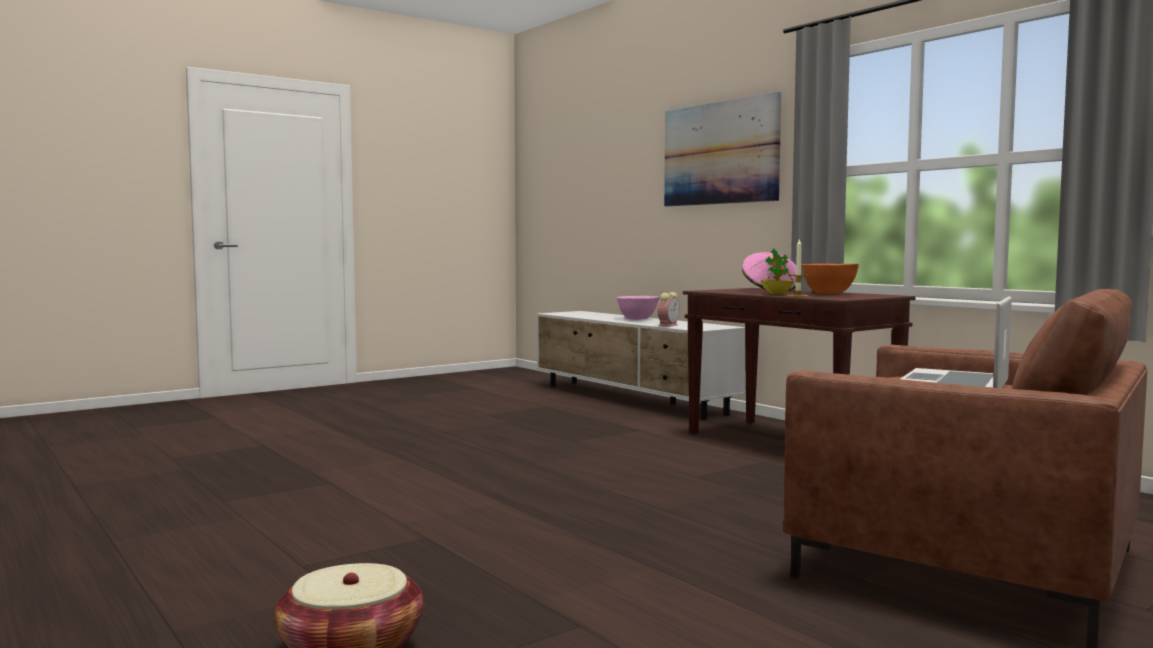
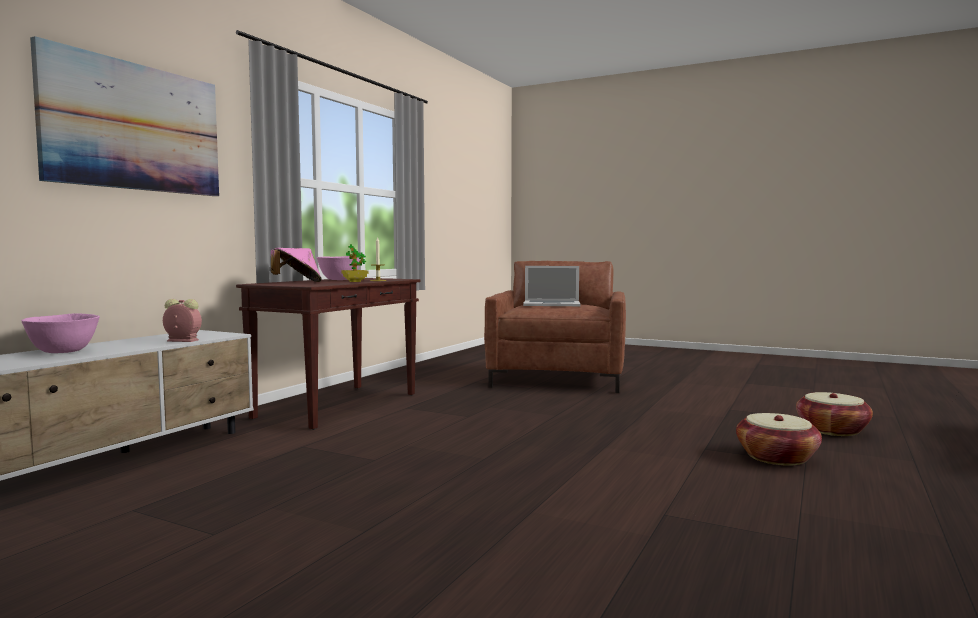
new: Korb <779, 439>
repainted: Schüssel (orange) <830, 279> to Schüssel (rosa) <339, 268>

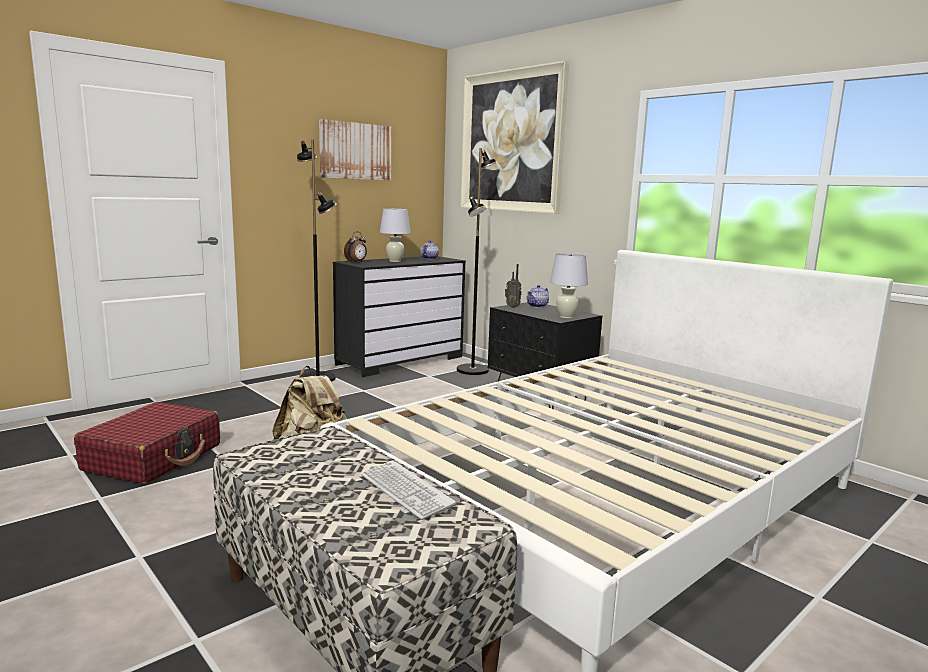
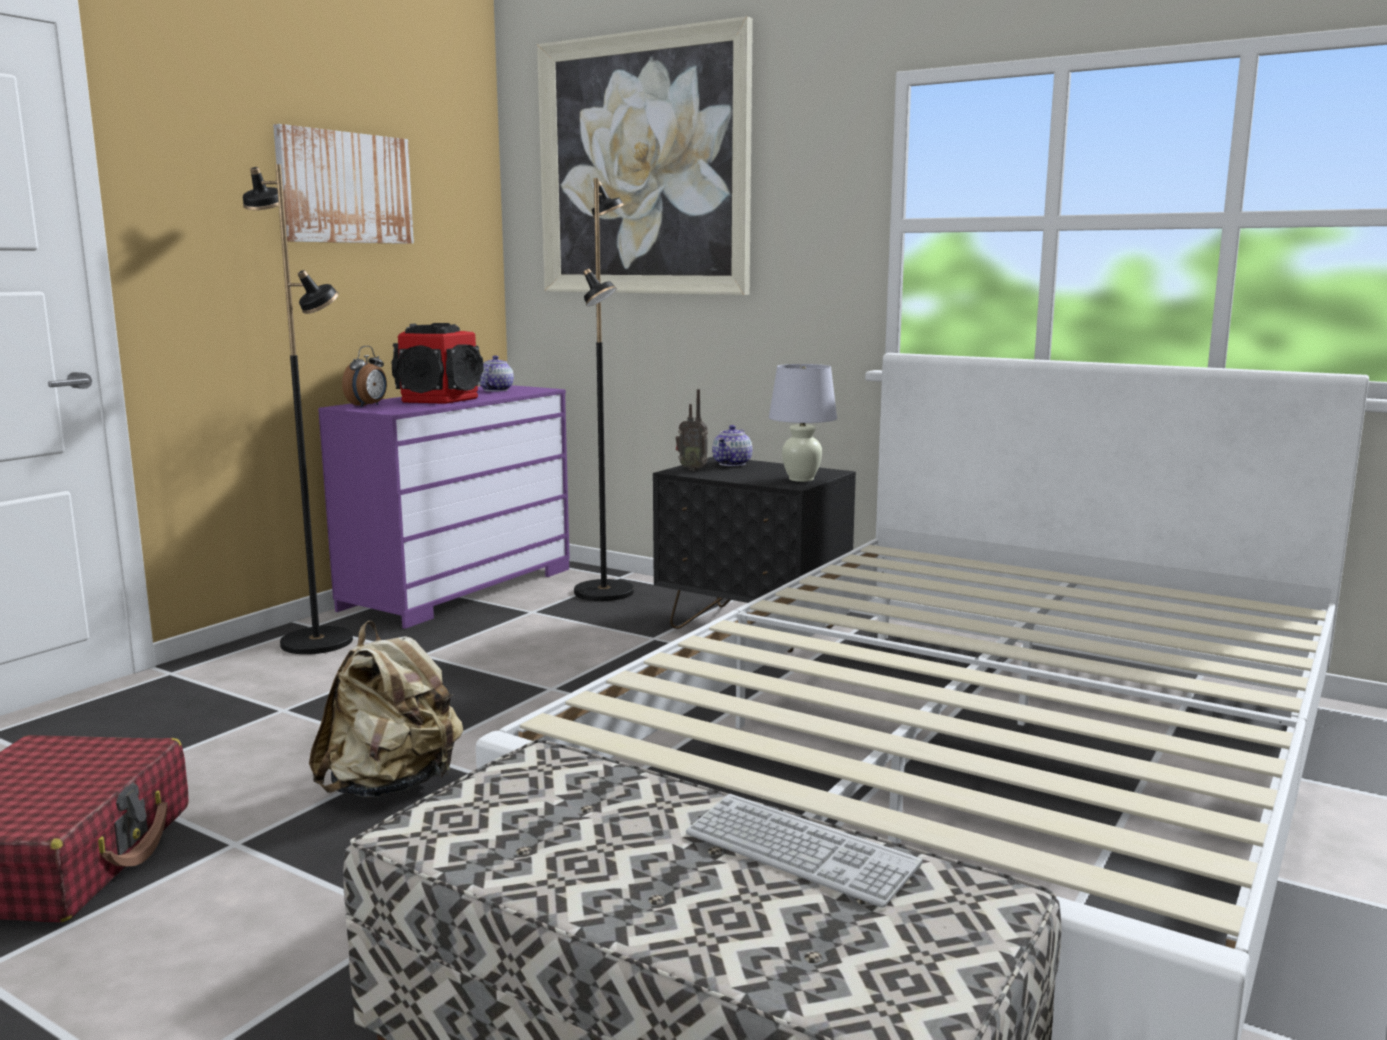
swapped: Tischlampe (weiß) <395, 235> to Lautsprecher <438, 363>
repainted: Kommode (schwarz) <399, 316> to Kommode (lila) <444, 507>

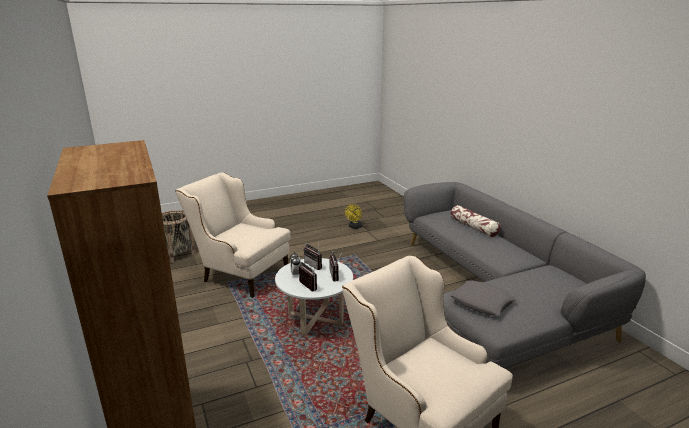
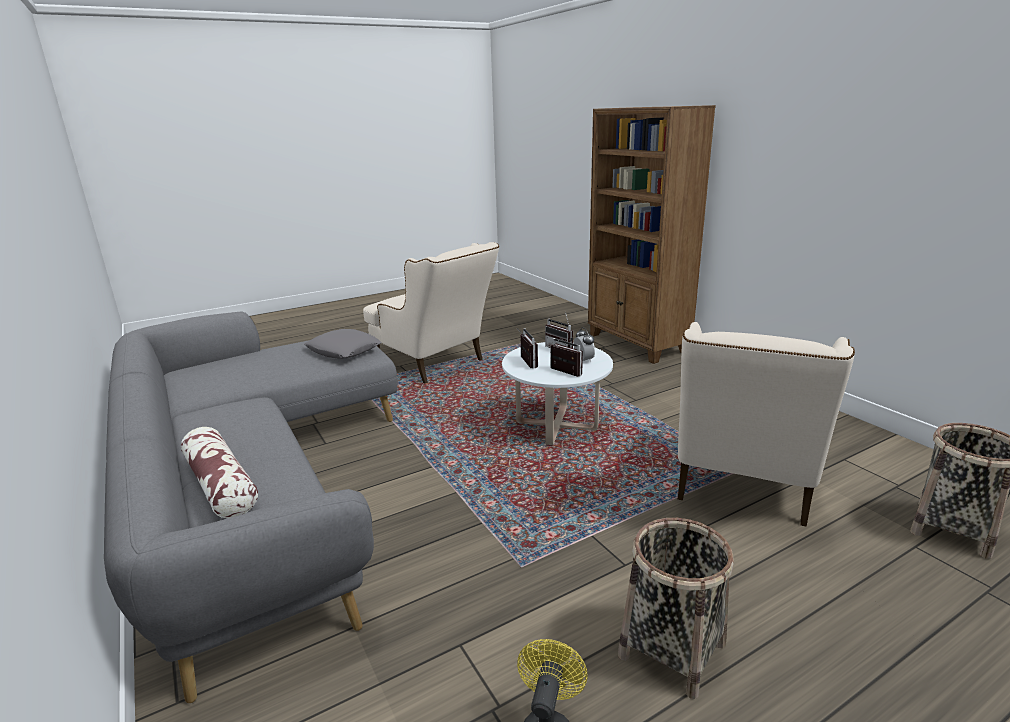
new: Korb <676, 608>
rotated: Sessel (beige) <233, 235> = <766, 424> 90 degrees clockwise

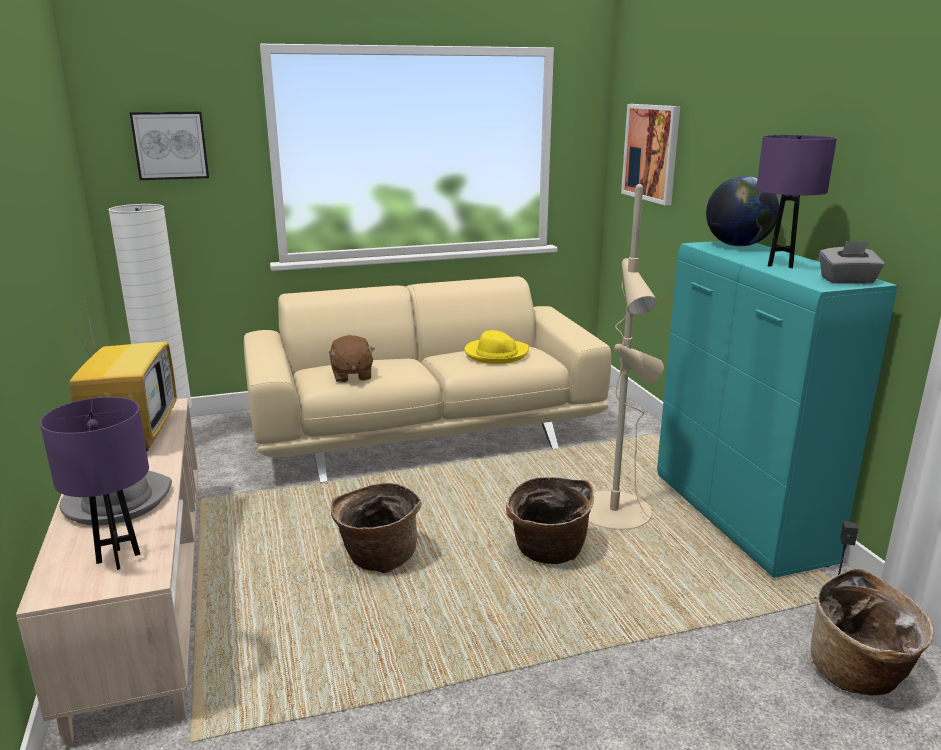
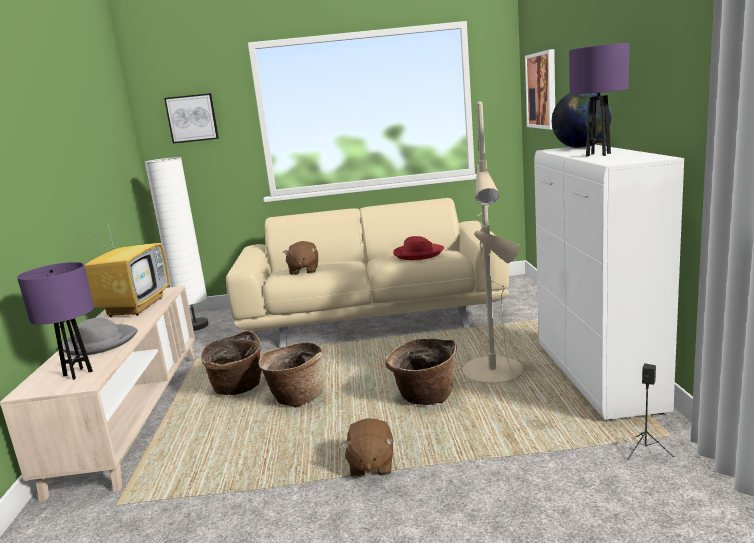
gone: Taschentuchbox (grau) <852, 262>
new: Plüschtier (braun) <367, 448>
shifted: Korb <872, 632> to <231, 362>
repainted: Schrank (türkis) <777, 409> to Schrank (weiß) <609, 282>; Hut (gelb) <496, 347> to Hut (rot) <418, 248>

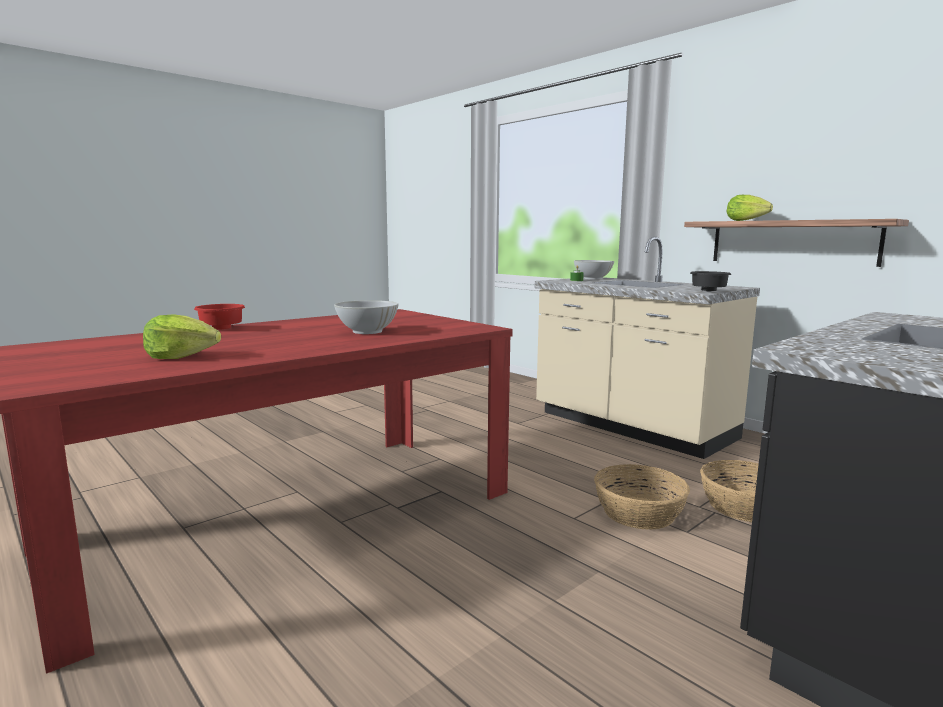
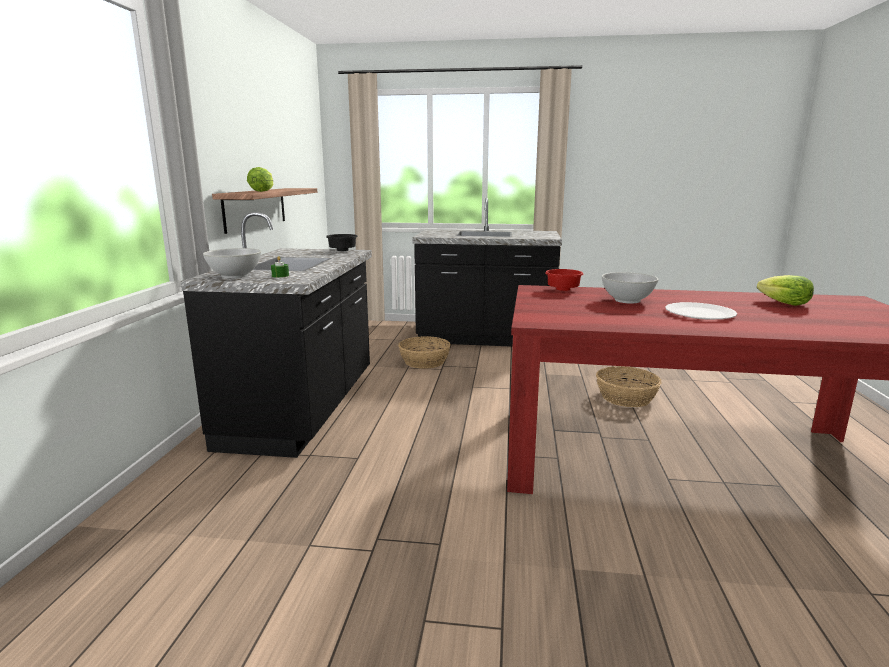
new: Teller (weiß) <701, 311>
shifted: Schüssel (rot) <219, 316> to <564, 280>; Korb <642, 497> to <628, 386>
repainted: Küchenzeile (beige) <647, 348> to Küchenzeile (schwarz) <276, 335>

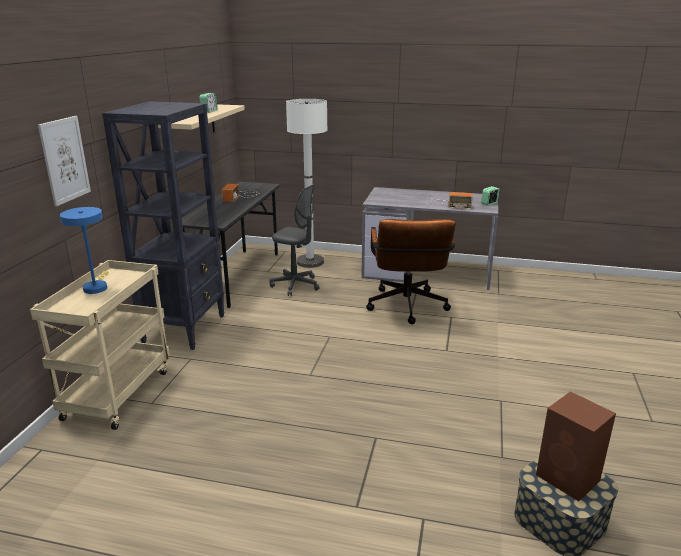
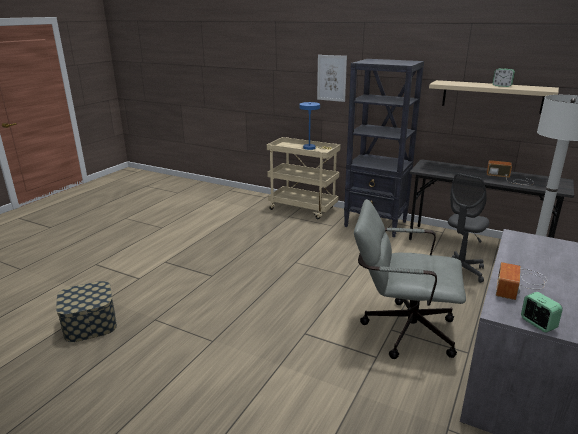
gone: Lautsprecher (braun) <576, 446>
repainted: Bürostuhl (braun) <411, 271> to Bürostuhl (grau) <410, 279>

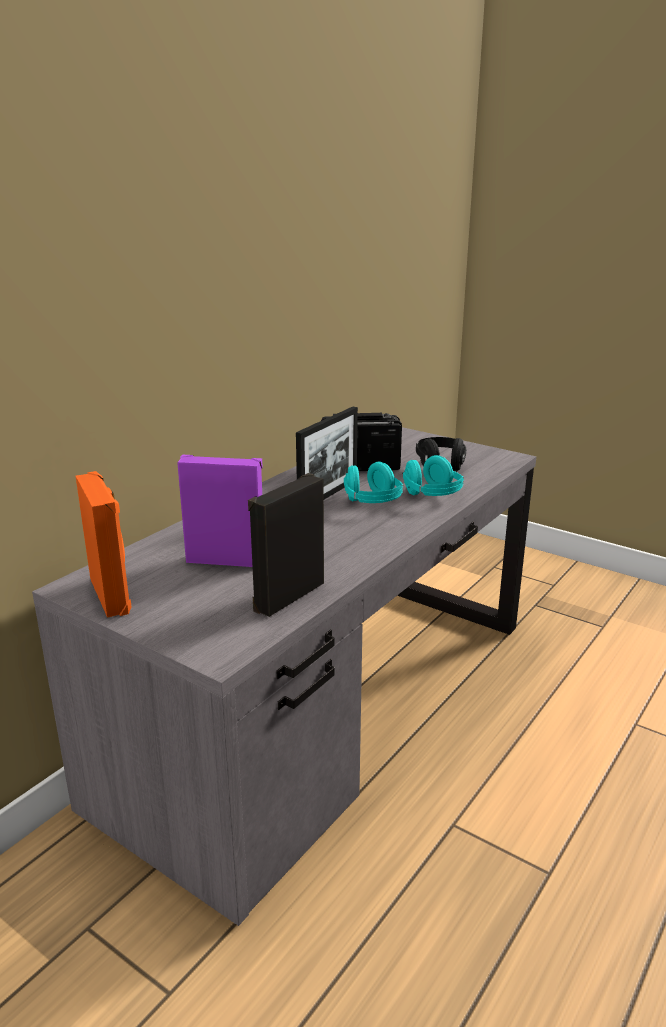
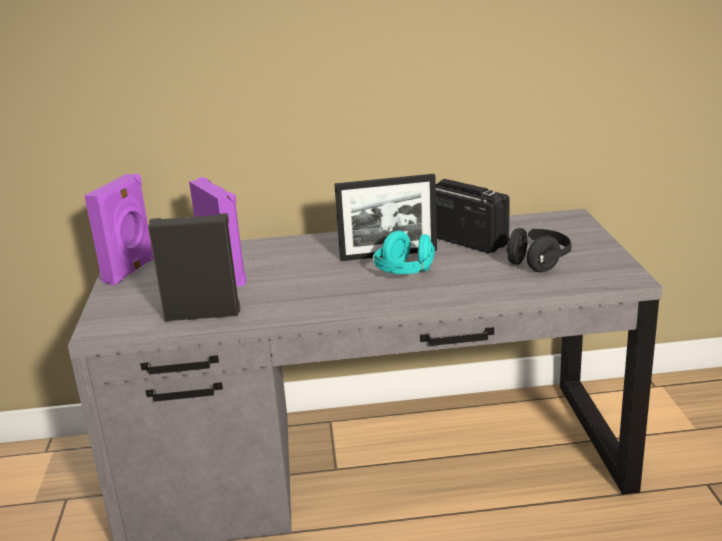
gone: Kopfhörer (türkis) <433, 475>
repainted: Lautsprecher (orange) <104, 544> to Lautsprecher (lila) <119, 229>

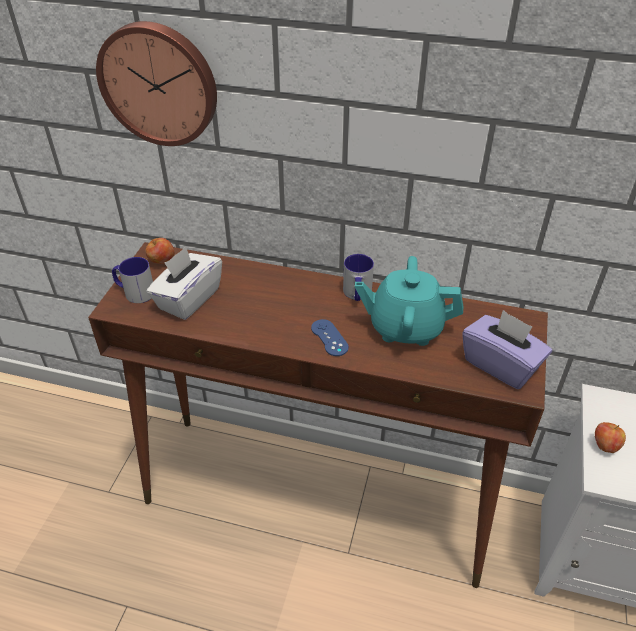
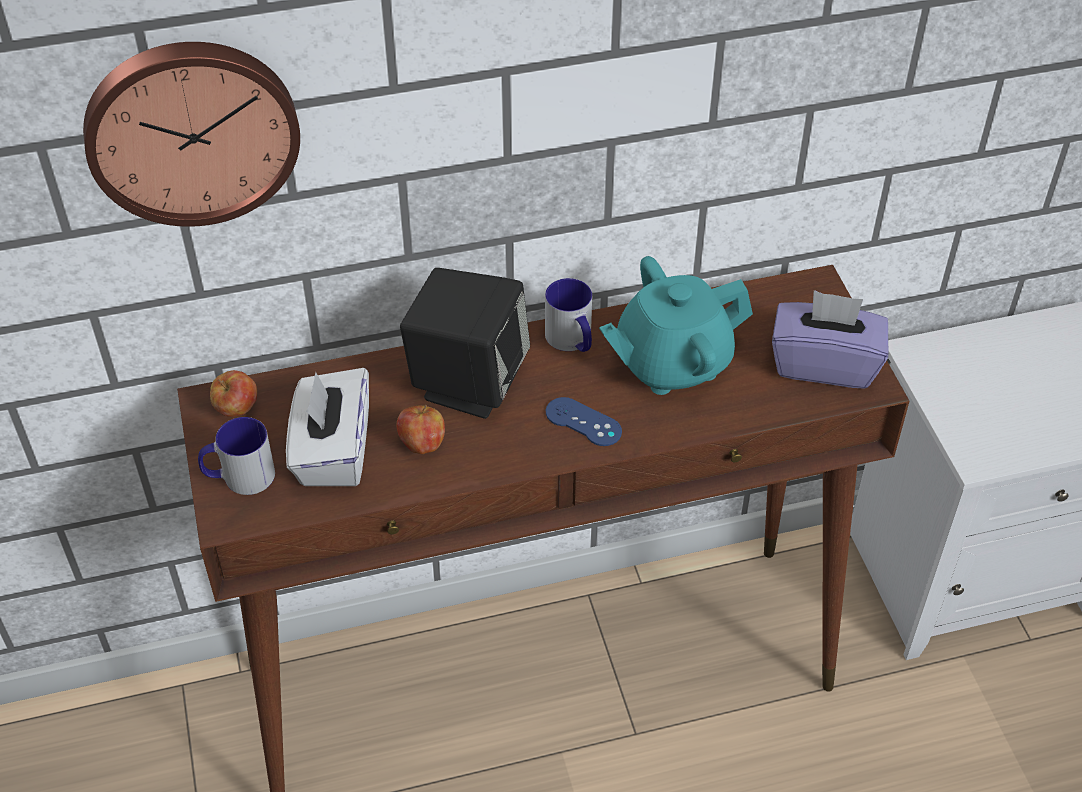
new: Lautsprecher (schwarz) <465, 343>
shifted: Apfel <610, 437> to <420, 429>

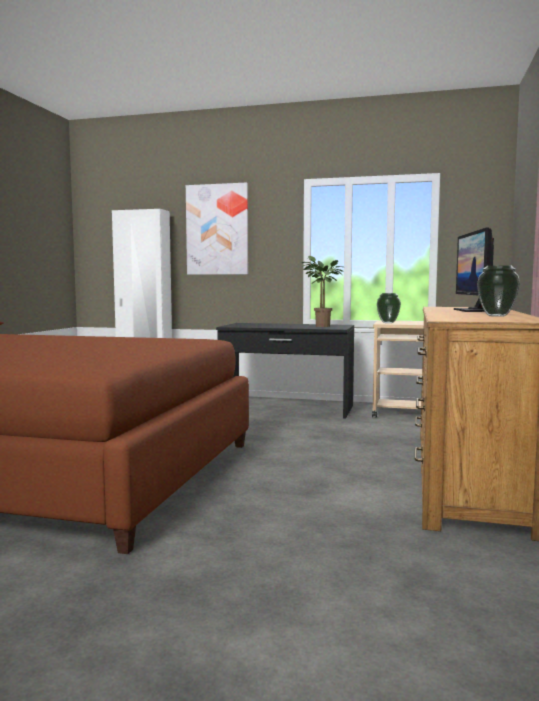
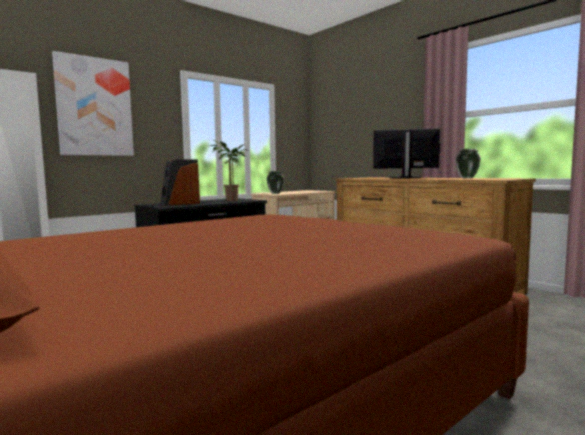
new: Lautsprecher <180, 183>
rotated: Monitor <474, 270> = <406, 153> 150 degrees clockwise

